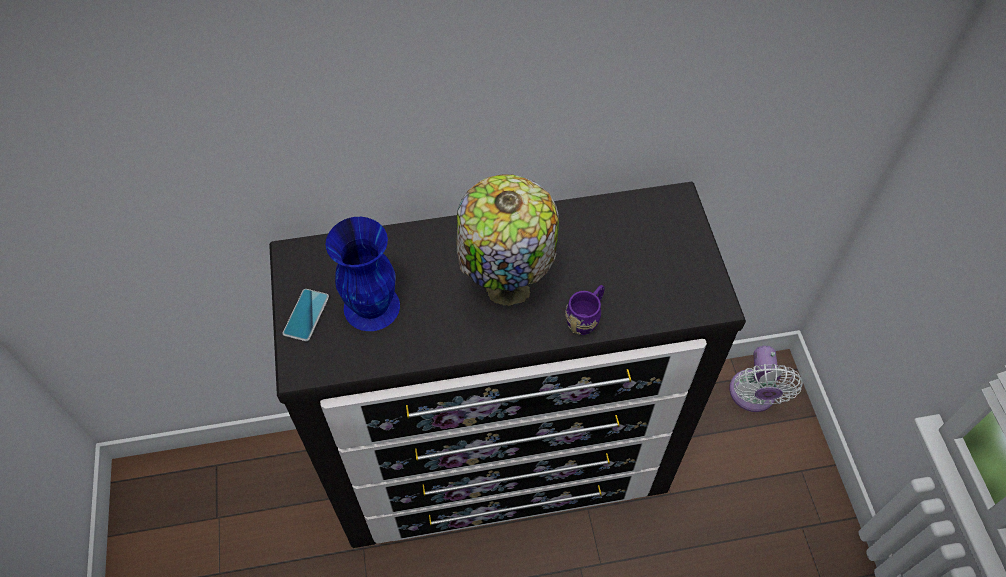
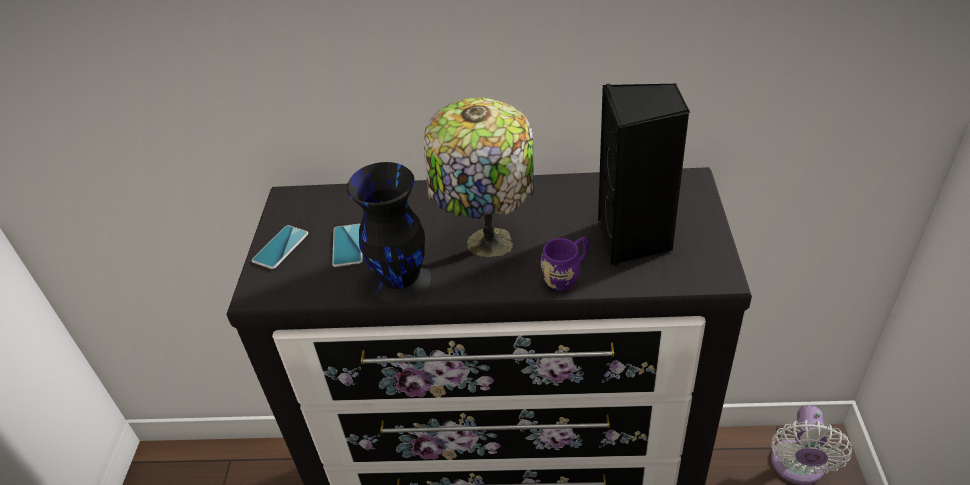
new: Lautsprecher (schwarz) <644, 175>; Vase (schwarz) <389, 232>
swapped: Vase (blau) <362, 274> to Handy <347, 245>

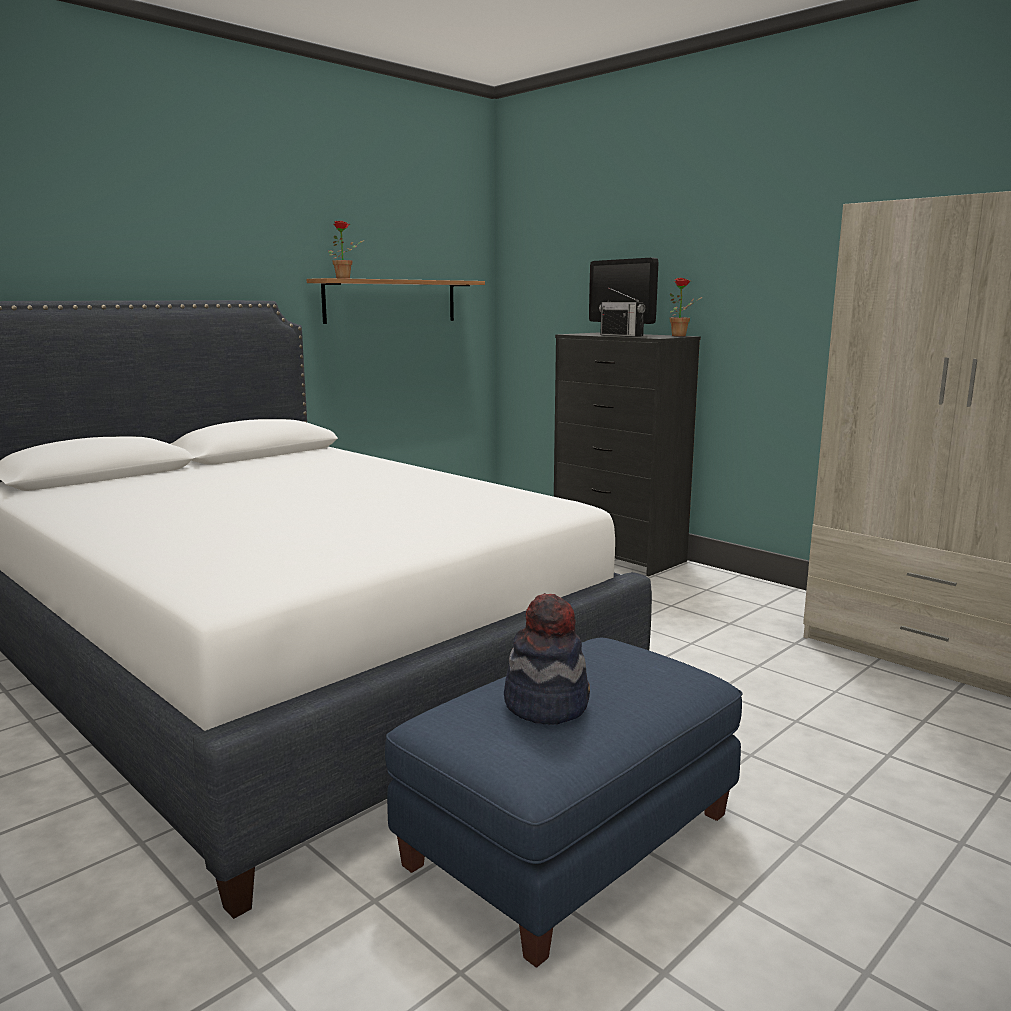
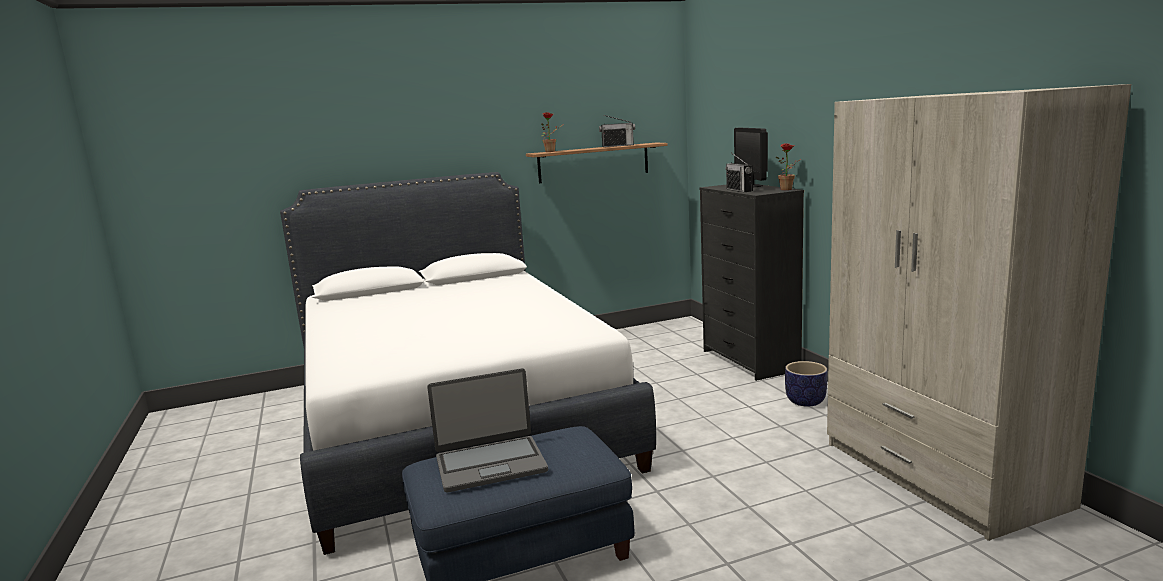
new: Radio <617, 131>; Pflanzkübel <806, 384>
swapped: Hut <547, 659> to Laptop <487, 430>

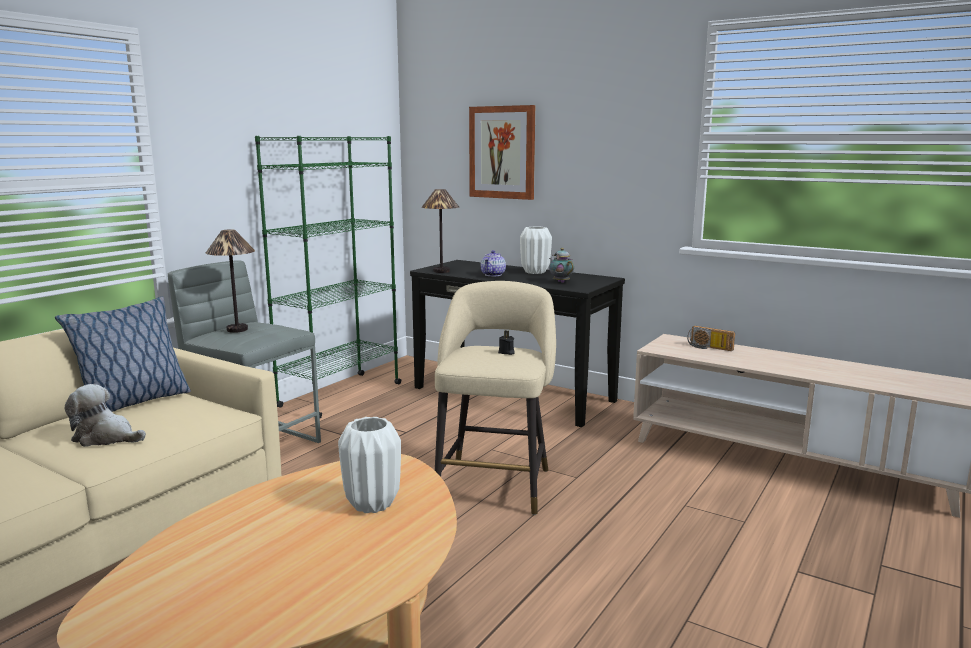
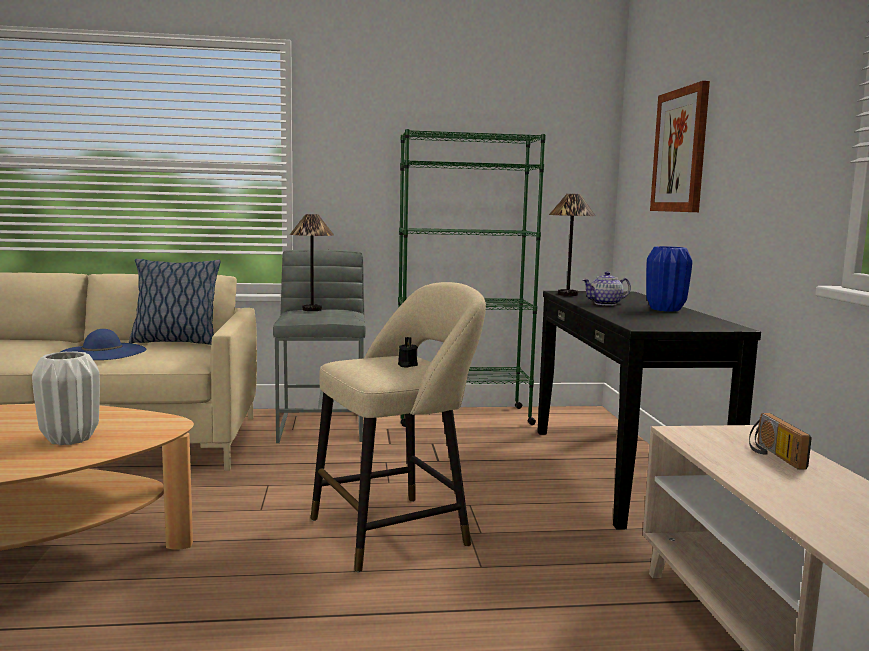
gone: Teekanne <561, 265>
swapped: Plüschtier <105, 415> to Hut (blau) <104, 344>
repainted: Vase (weiß) <536, 250> to Vase (blau) <669, 279>

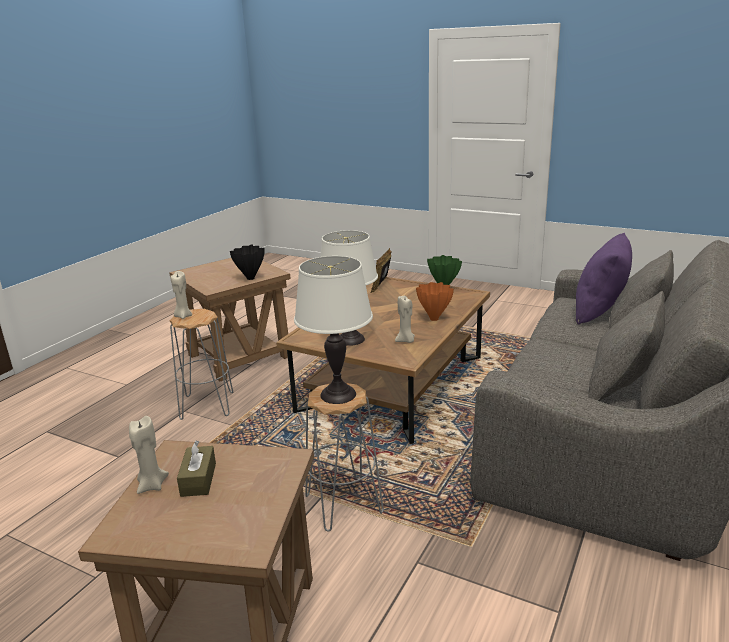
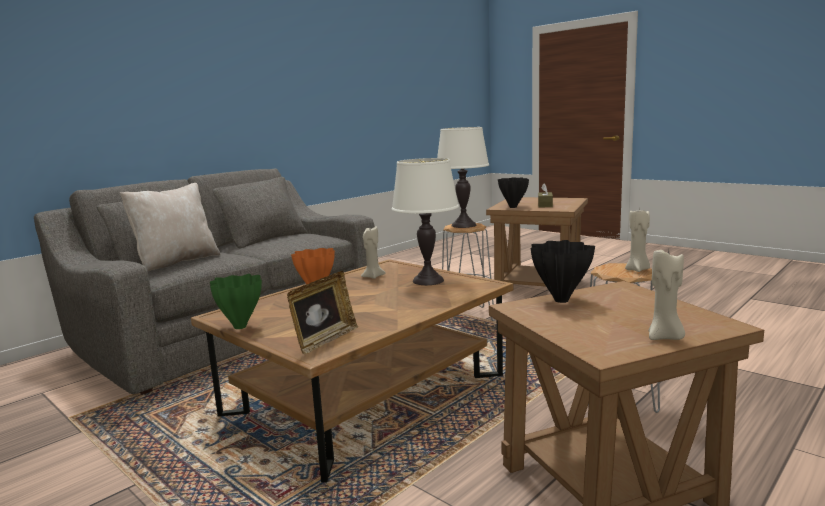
new: Vase (schwarz) <513, 192>
shifted: Kerze (beige) <149, 455> to <667, 295>
repainted: Kissen (lila) <604, 278> to Kissen (beige) <170, 227>

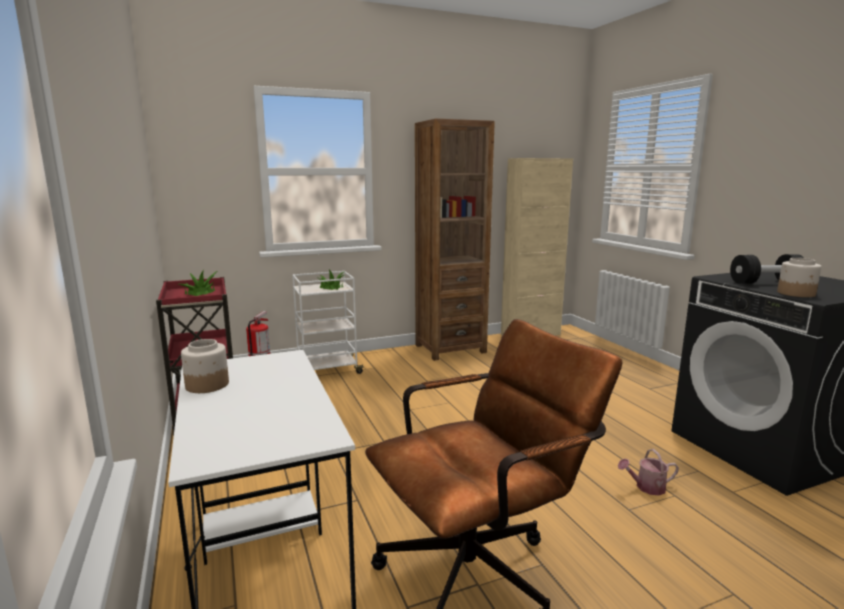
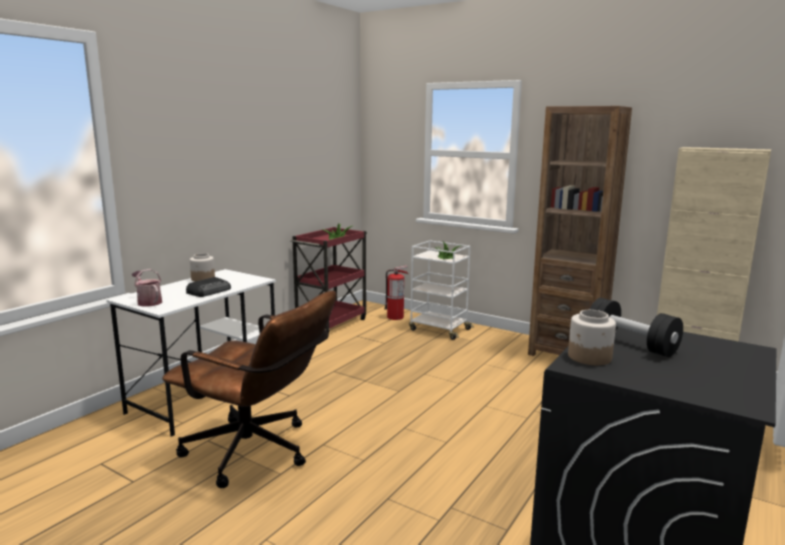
new: Radio <208, 287>
shifted: Gießkanne <648, 472> to <147, 288>

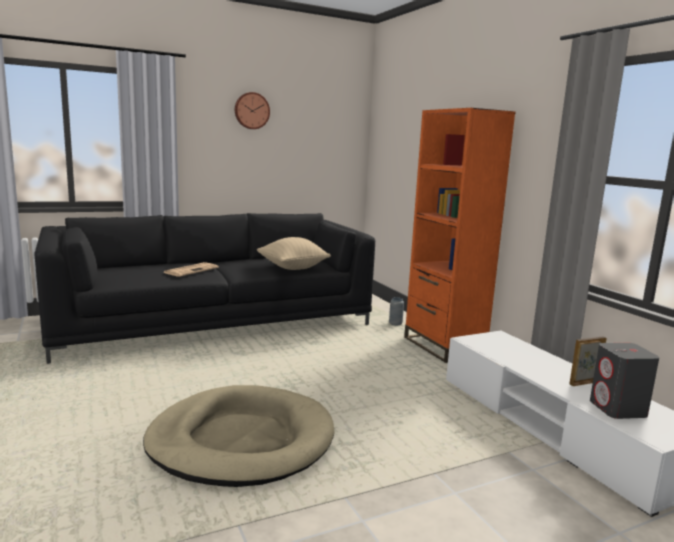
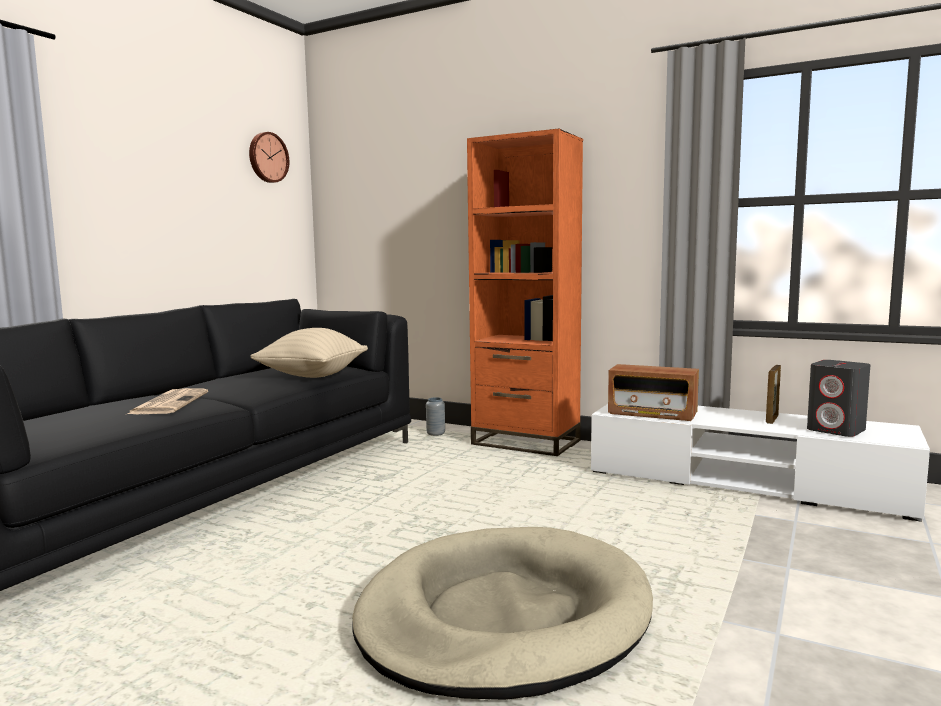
new: Radio <653, 392>
shifted: Wanduhr <252, 110> to <269, 157>

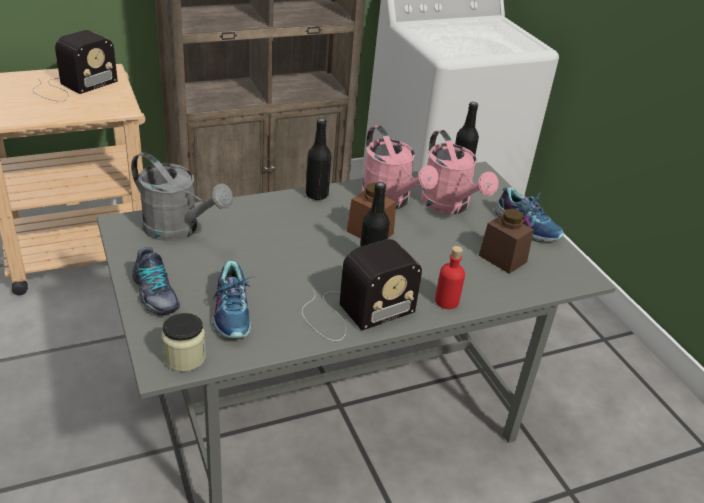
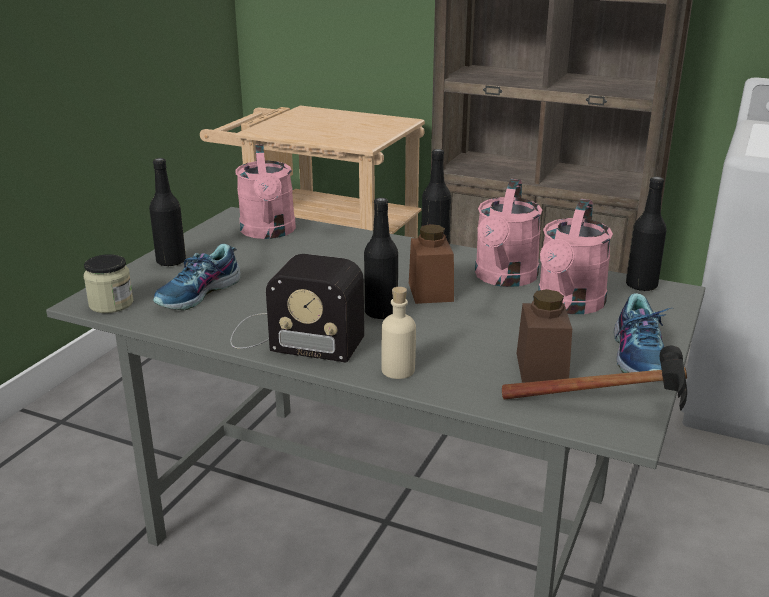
gone: Radio <75, 65>
new: Hammer <594, 378>
swapped: Schuh <156, 281> to Flasche (schwarz) <167, 212>
repainted: Gießkanne (grau) <182, 196> to Gießkanne (rosa) <265, 191>; Flasche (rot) <450, 277> to Flasche (beige) <398, 333>

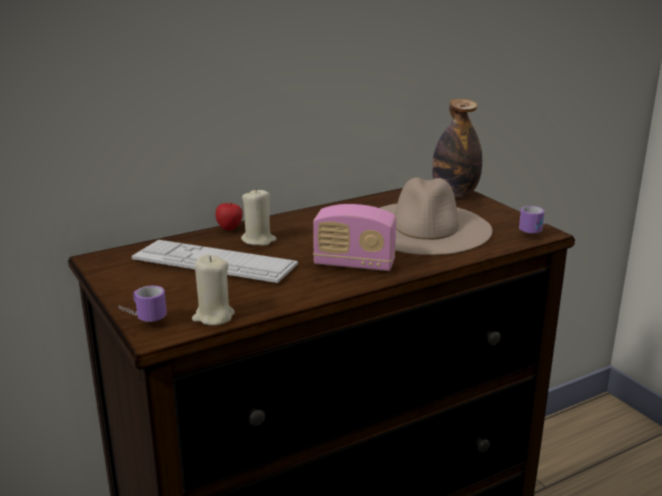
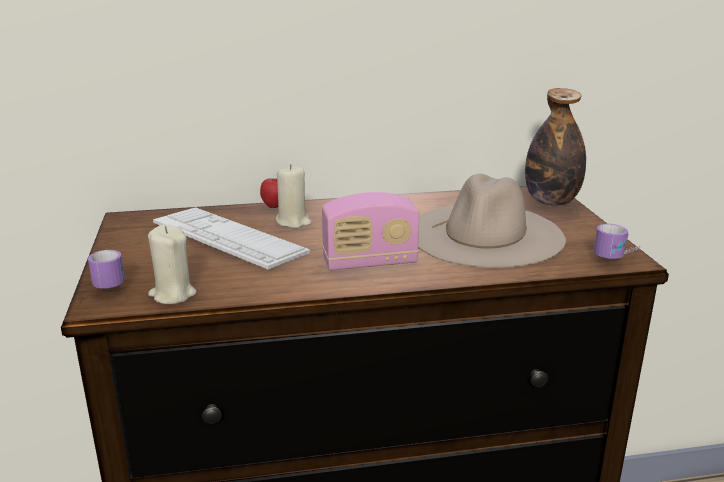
rotated: Radio <354, 237> = <370, 231> 45 degrees counterclockwise

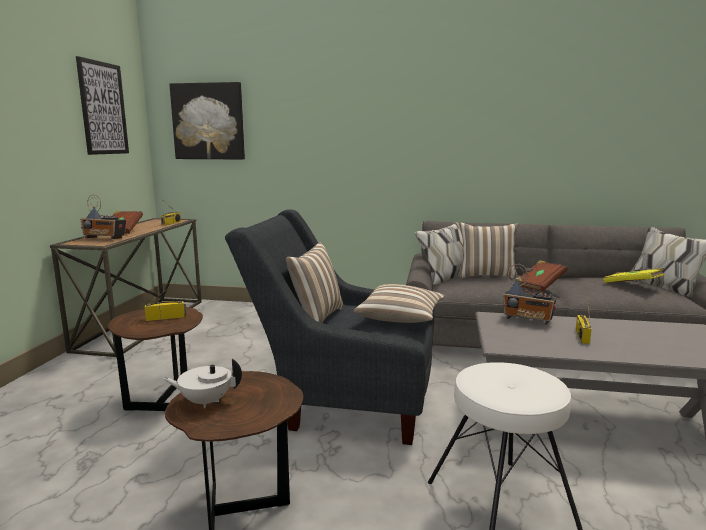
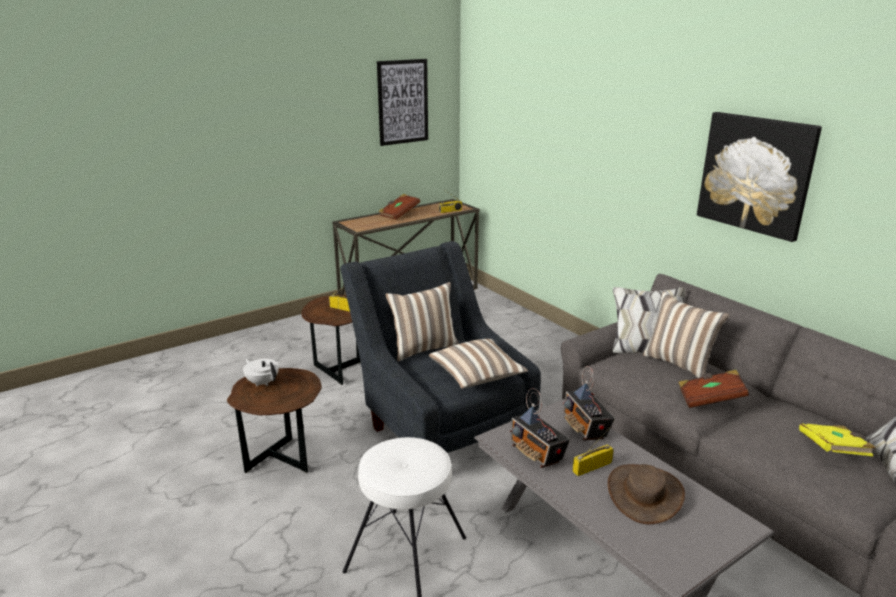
new: Hut (braun) <646, 494>
shifted: Bild <207, 121> to <759, 177>; Radio <103, 217> to <540, 428>

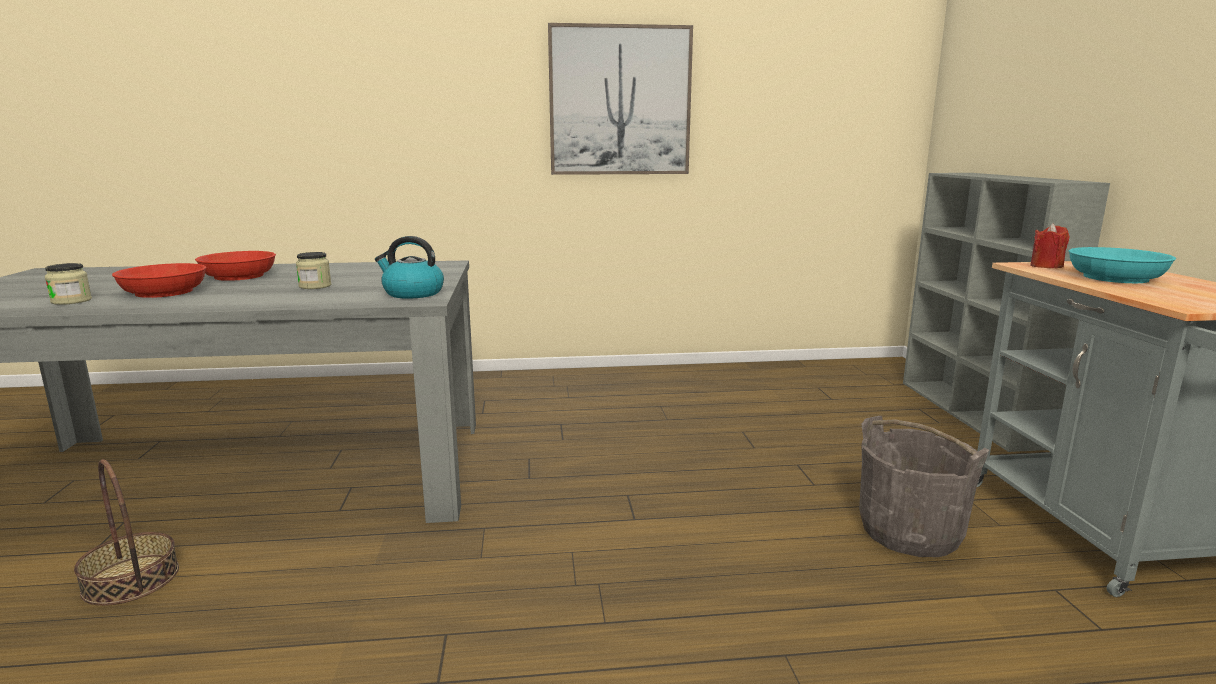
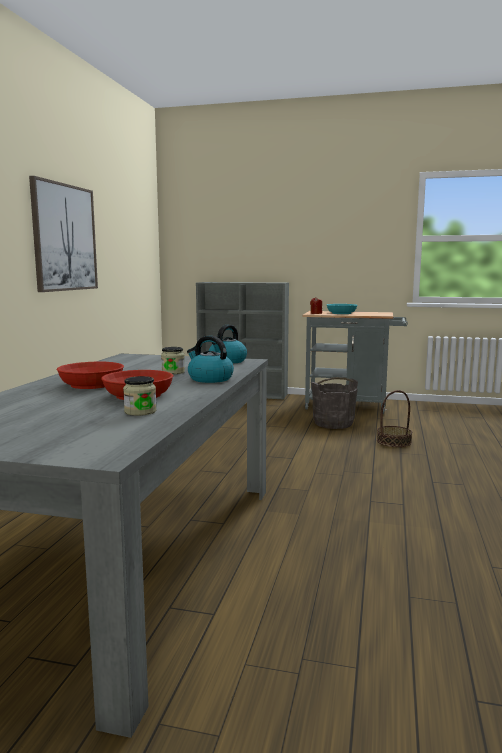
new: Wasserkessel <210, 359>
shifted: Korb <126, 532> to <394, 418>

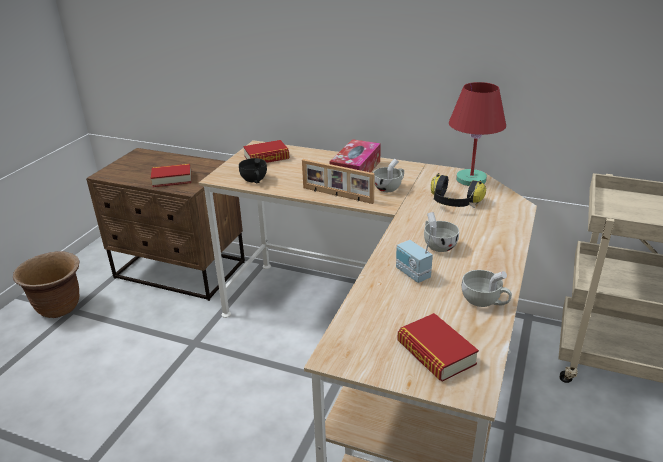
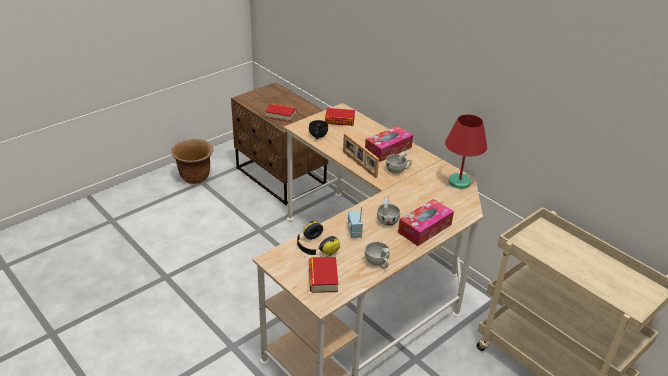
new: Taschentuchbox <426, 222>
shifted: Kopfhörer <458, 190> to <318, 238>

